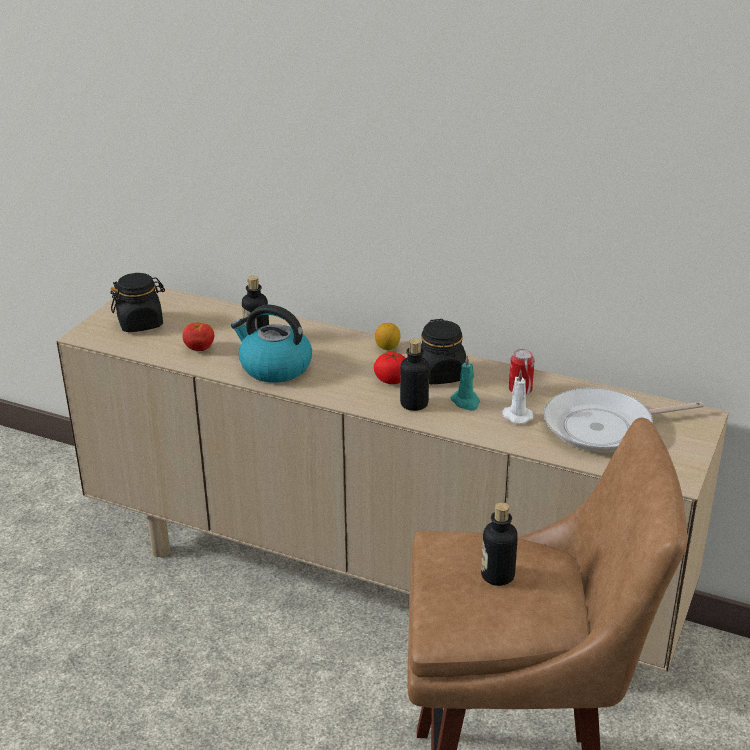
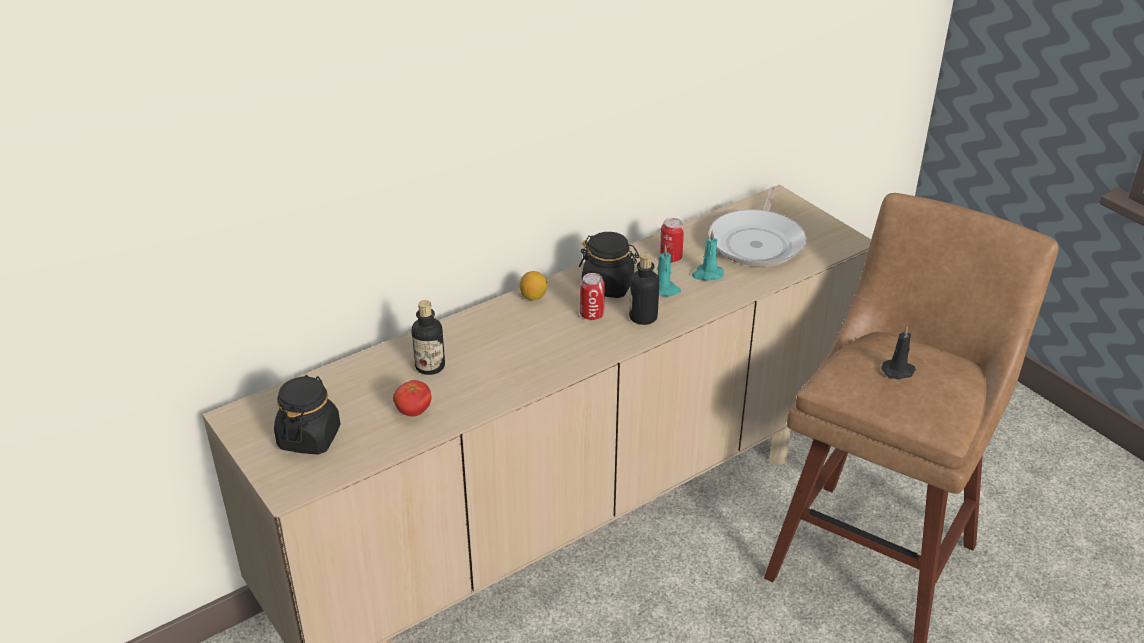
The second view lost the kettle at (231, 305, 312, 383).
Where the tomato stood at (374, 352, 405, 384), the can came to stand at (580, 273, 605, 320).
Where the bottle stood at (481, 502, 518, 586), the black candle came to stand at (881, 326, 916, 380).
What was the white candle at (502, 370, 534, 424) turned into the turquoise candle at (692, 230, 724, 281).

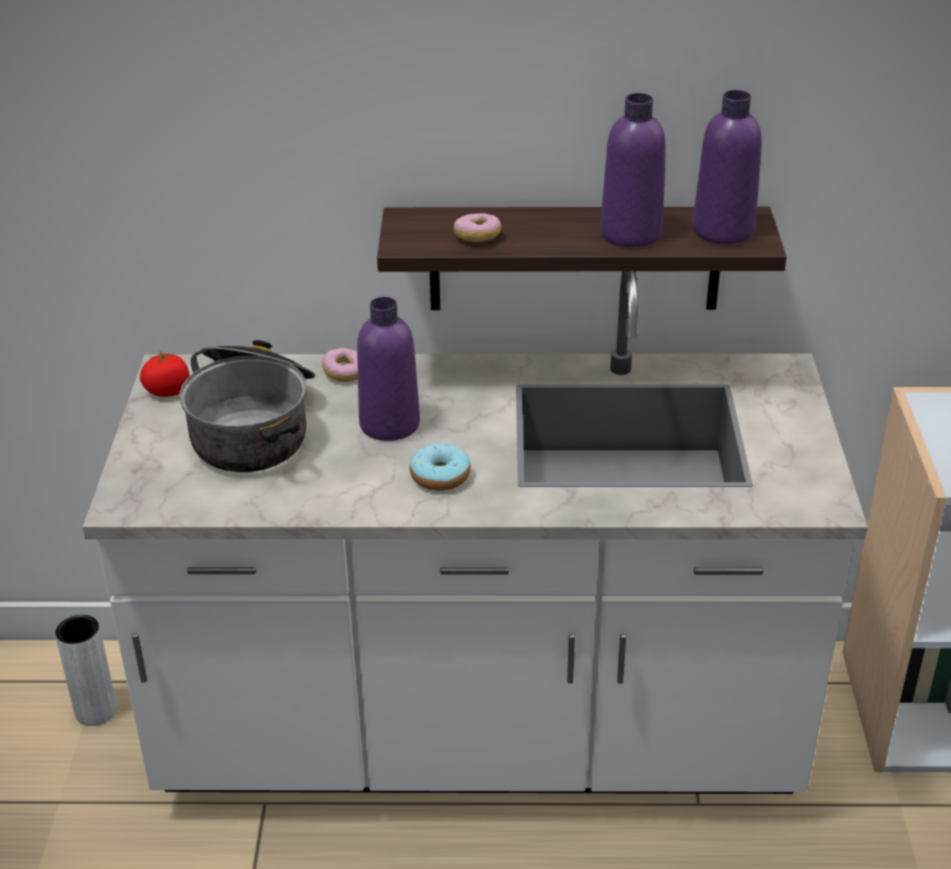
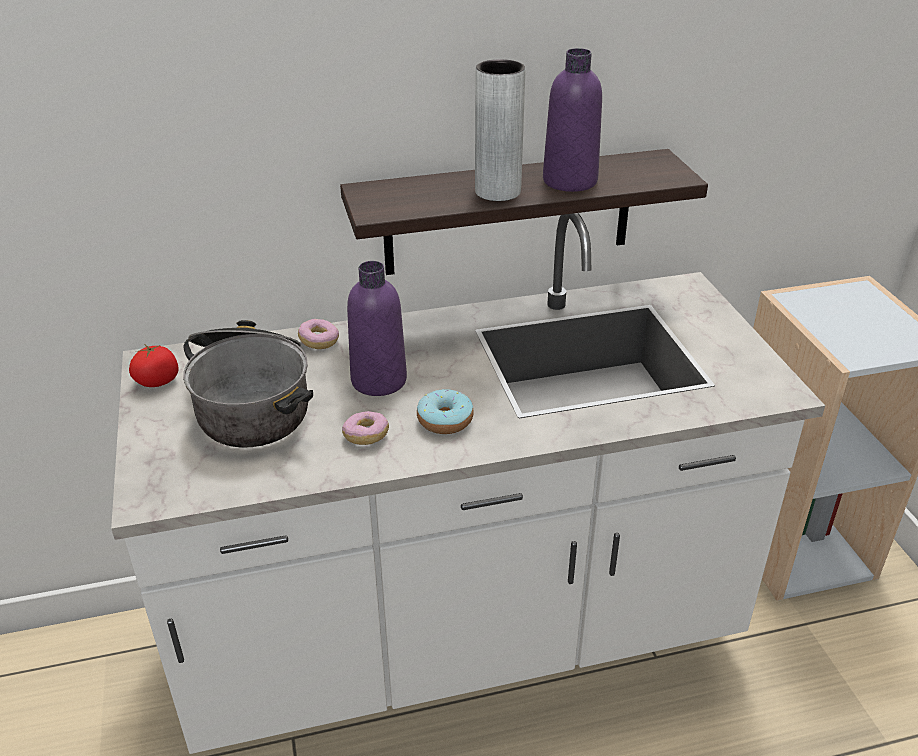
The grey vase ended up elsewhere, having gone from (55, 615, 117, 726) to (475, 59, 526, 201).
The donut ended up elsewhere, having gone from (454, 213, 501, 242) to (342, 411, 389, 445).
The second view lost the purple bottle at (693, 90, 762, 244).

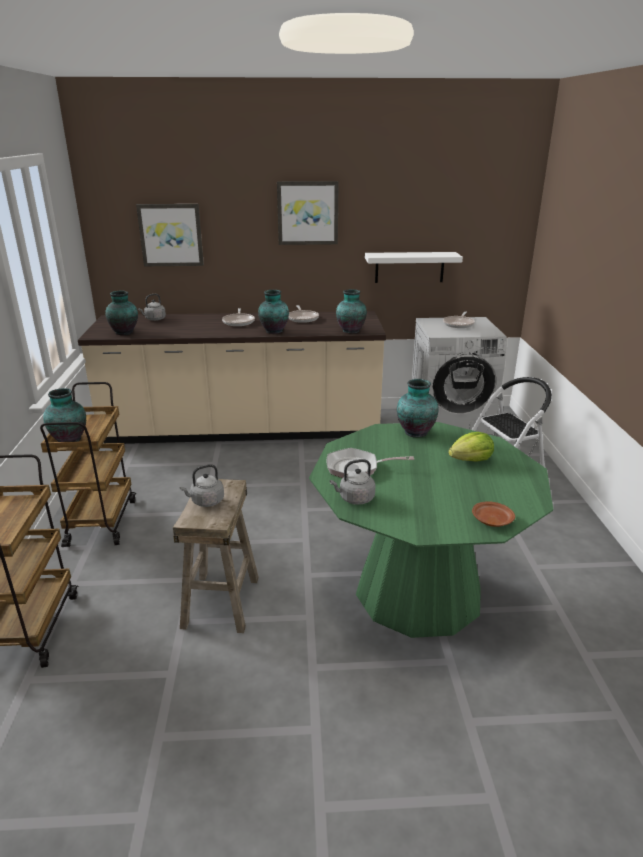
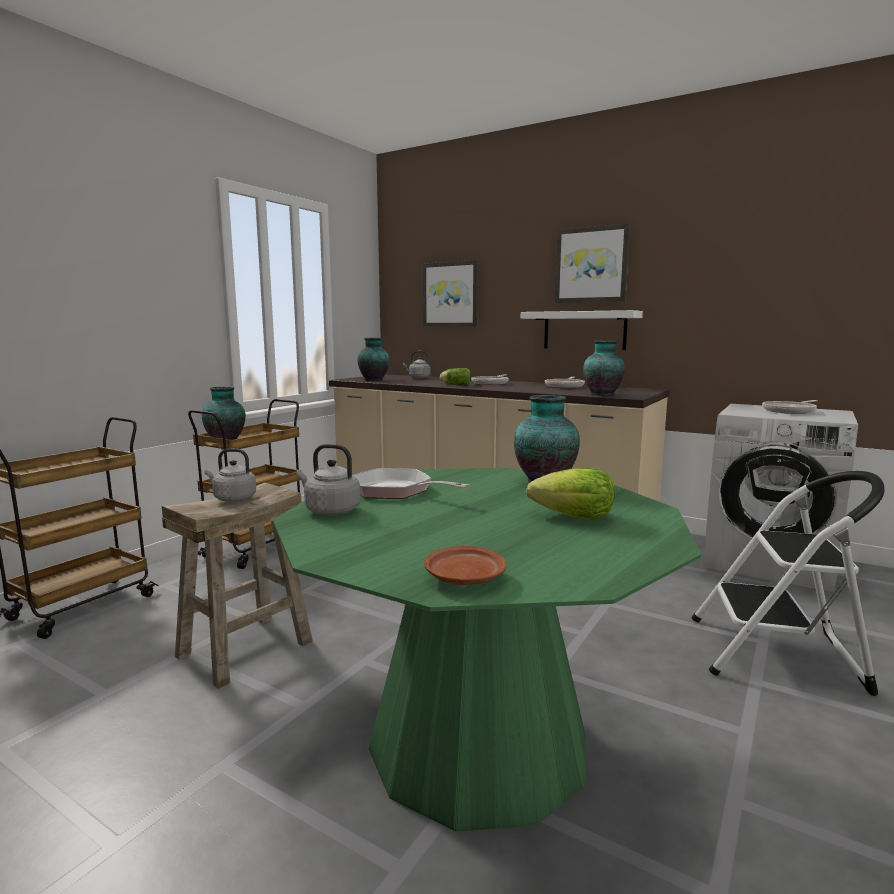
The second view lost the vase at (258, 290, 289, 334).
The white shelf ended up elsewhere, having gone from (365, 252, 463, 283) to (521, 310, 643, 350).
The second view gained the lettuce at (440, 368, 471, 385).

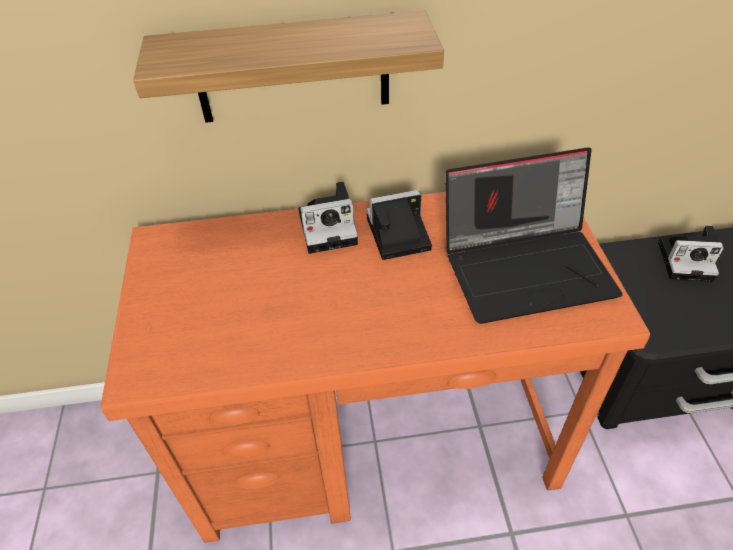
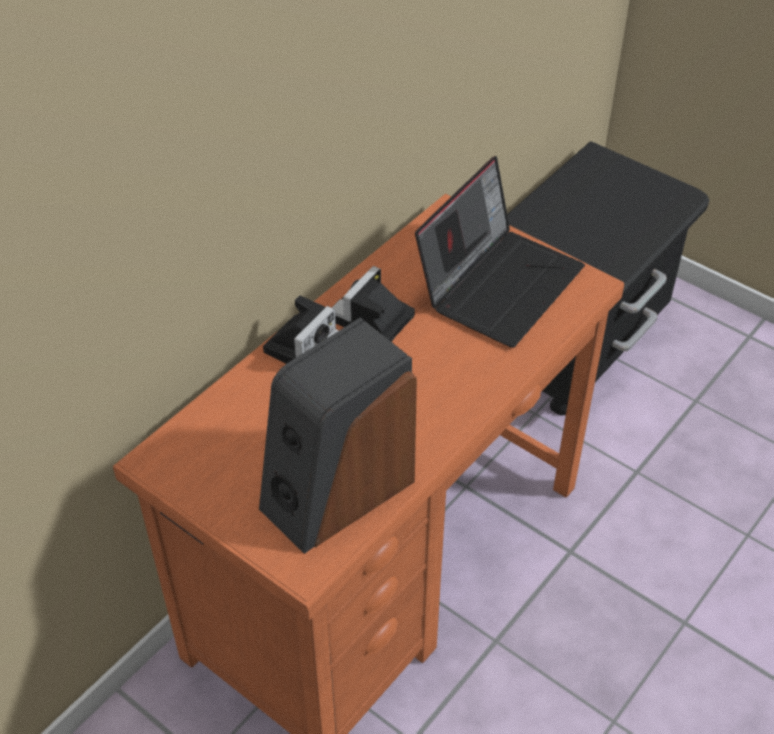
The second view lost the shelf at (133, 10, 444, 123).
The second view lost the photo camera at (658, 226, 724, 282).
The second view gained the speaker at (259, 317, 417, 554).

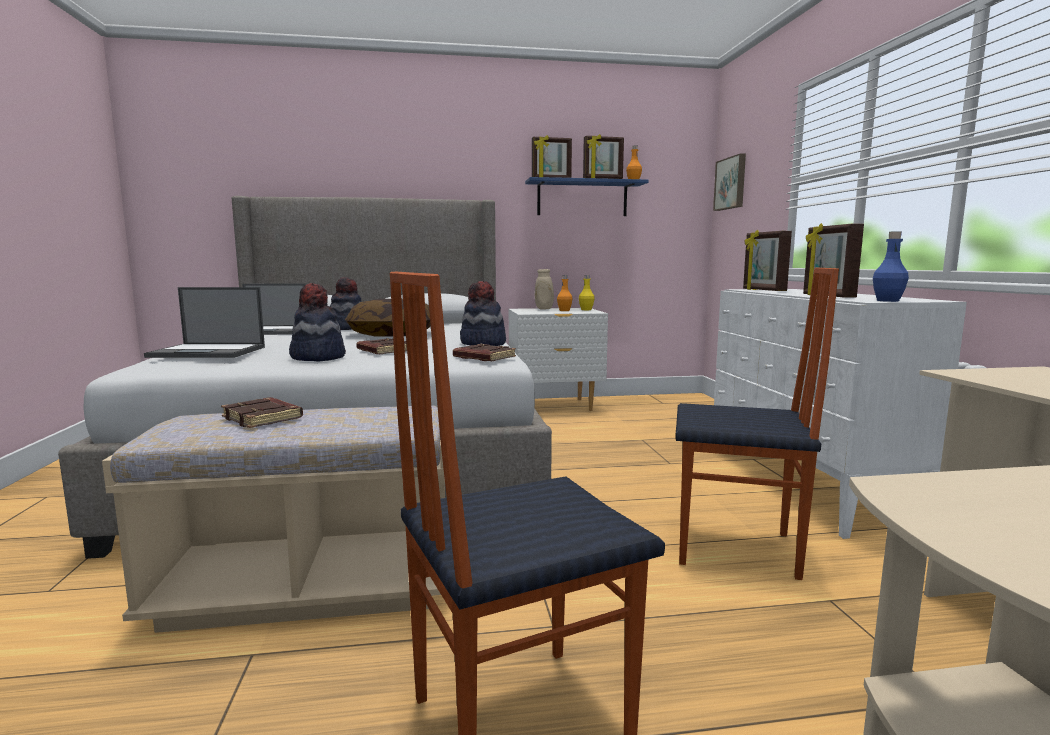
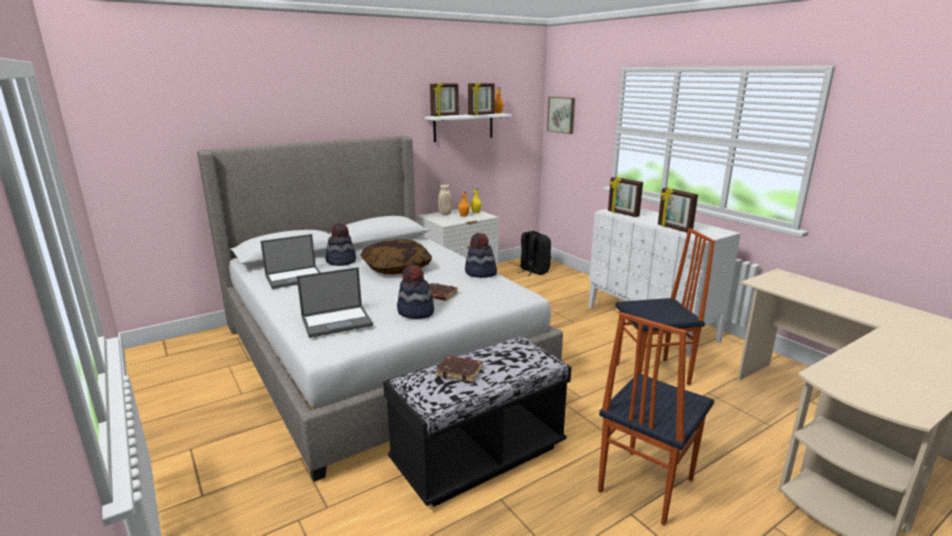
What was the beige bench at (102, 405, 445, 633) turned into the black bench at (383, 336, 571, 507).
The second view lost the brown book at (453, 344, 516, 361).
What was the blue shelf at (525, 177, 649, 216) turned into the white shelf at (425, 113, 512, 142).
The second view lost the blue bottle at (873, 231, 909, 302).
The second view gained the black backpack at (517, 231, 551, 276).

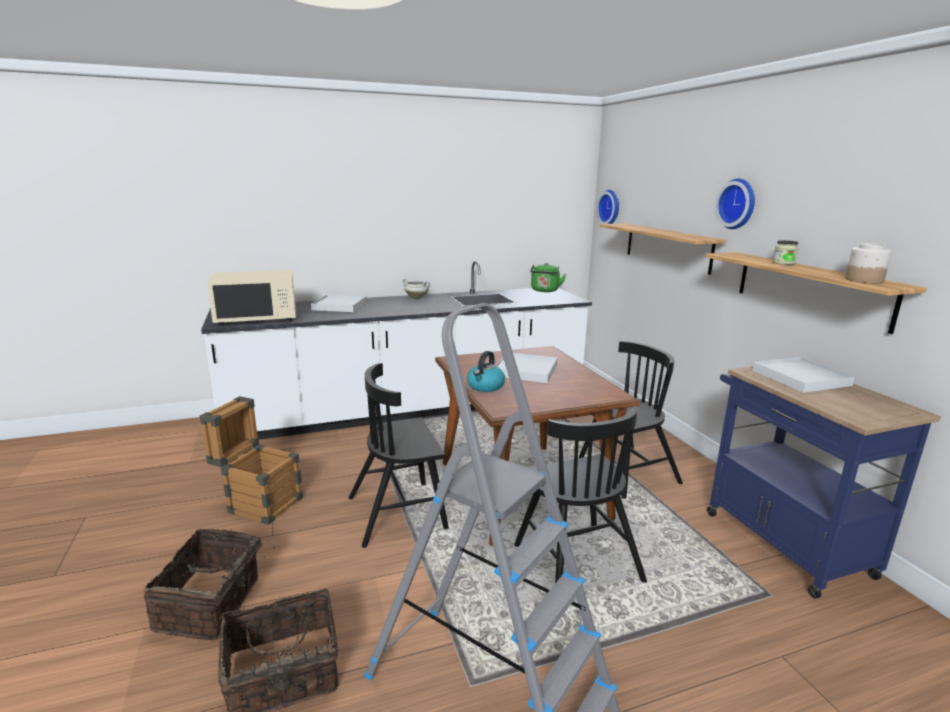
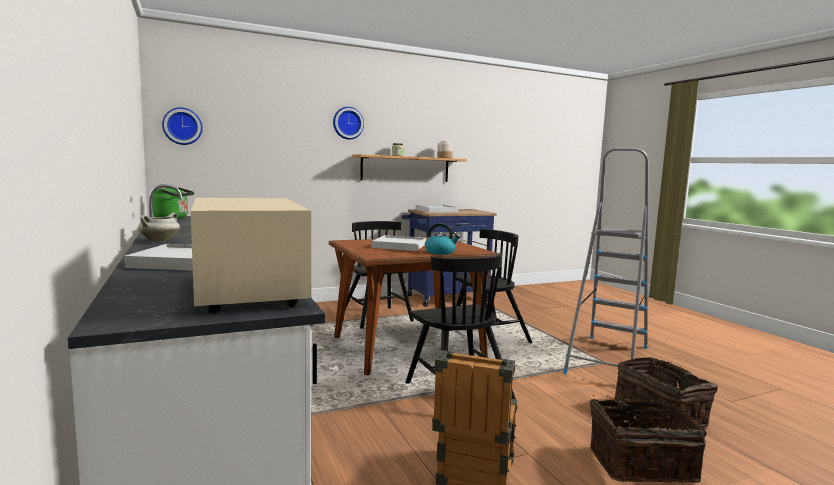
The second view lost the shelf at (600, 223, 726, 275).

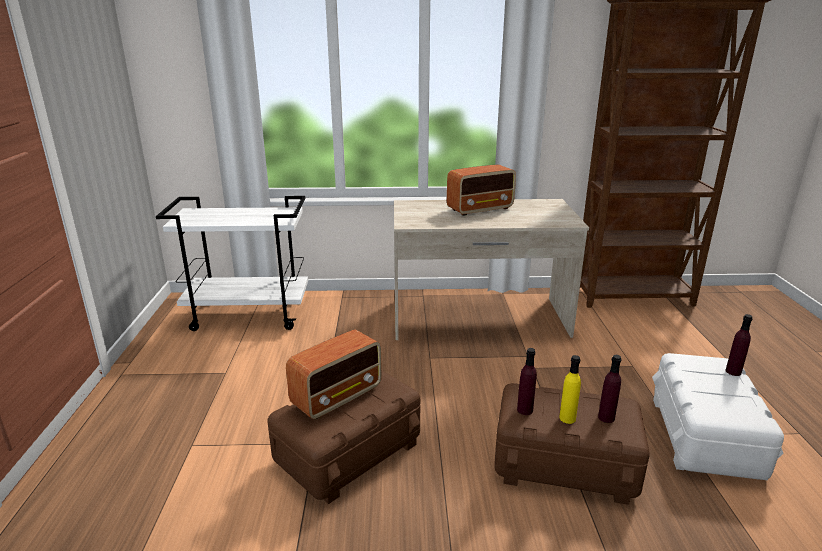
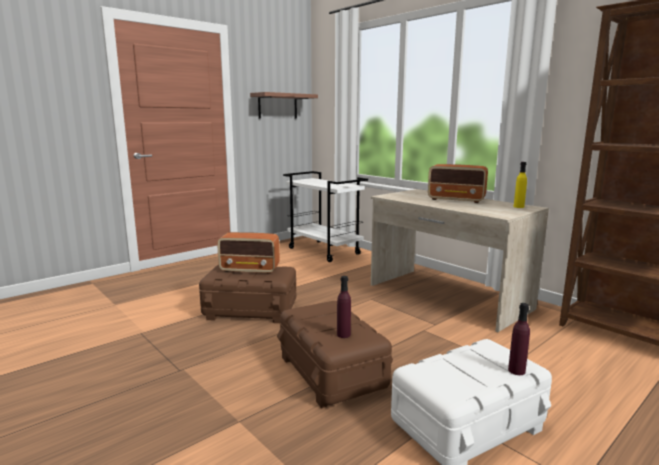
The second view lost the purple bottle at (517, 348, 537, 415).
The yellow bottle ended up elsewhere, having gone from (559, 355, 581, 424) to (514, 162, 527, 208).
The second view gained the shelf at (250, 92, 318, 119).

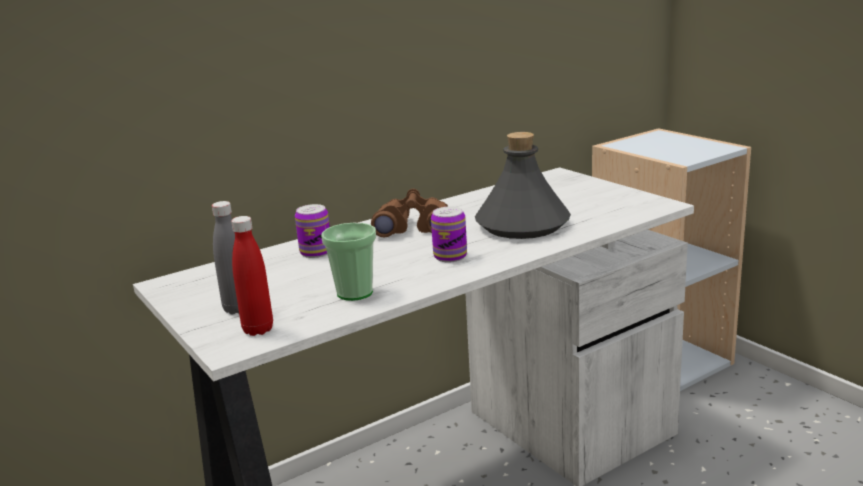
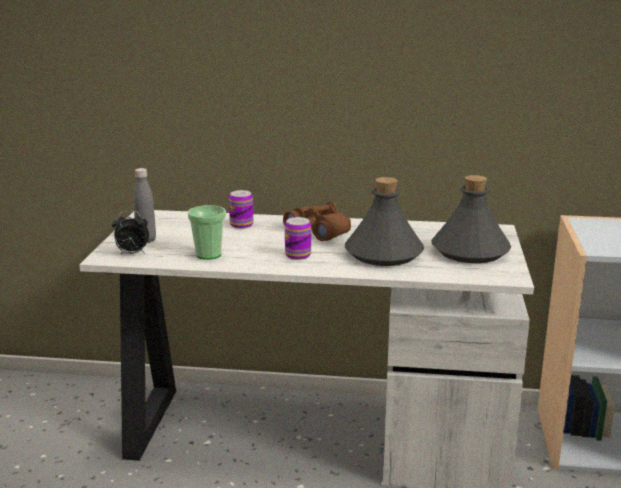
Where the red bottle stood at (231, 216, 273, 336), the alarm clock came to stand at (112, 211, 149, 255).
The second view gained the grey bottle at (431, 175, 511, 263).

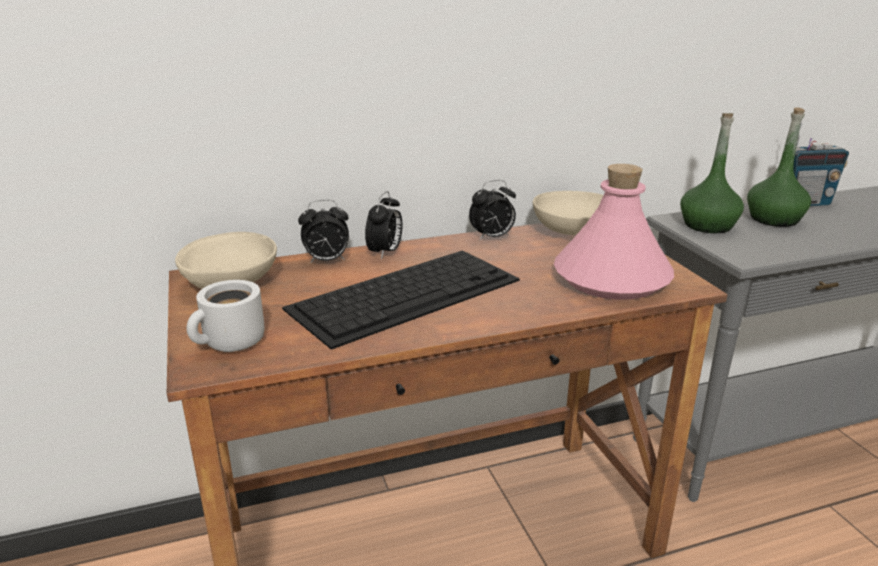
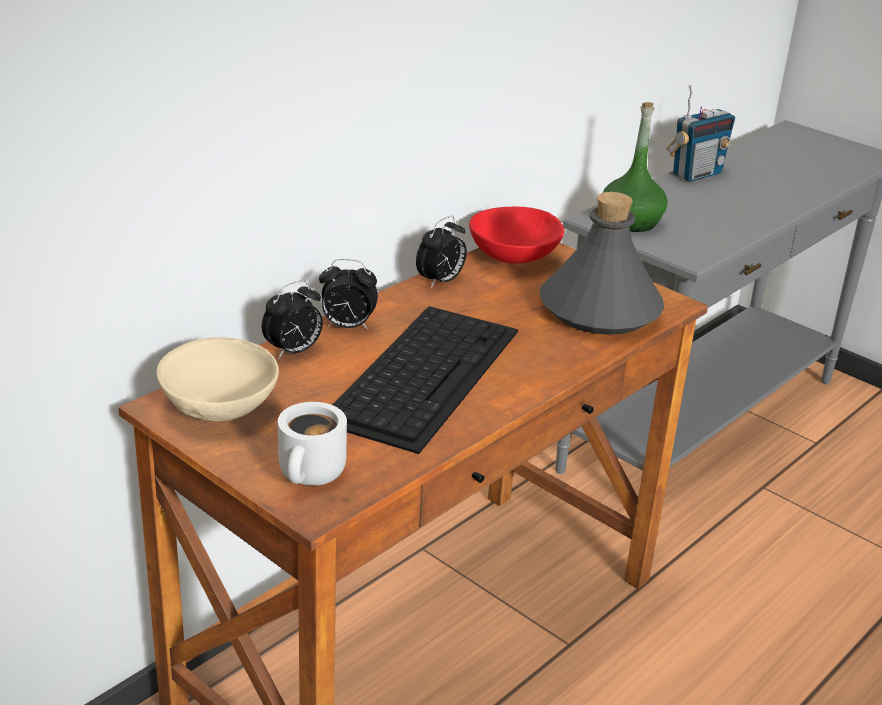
The alarm clock at (365, 191, 403, 259) ended up facing another way, 105 degrees clockwise from before.
What was the beige bowl at (533, 191, 603, 235) turned into the red bowl at (469, 207, 564, 263).
What was the pink bottle at (554, 164, 674, 300) turned into the grey bottle at (540, 192, 664, 335).
The second view lost the green bottle at (747, 107, 811, 227).

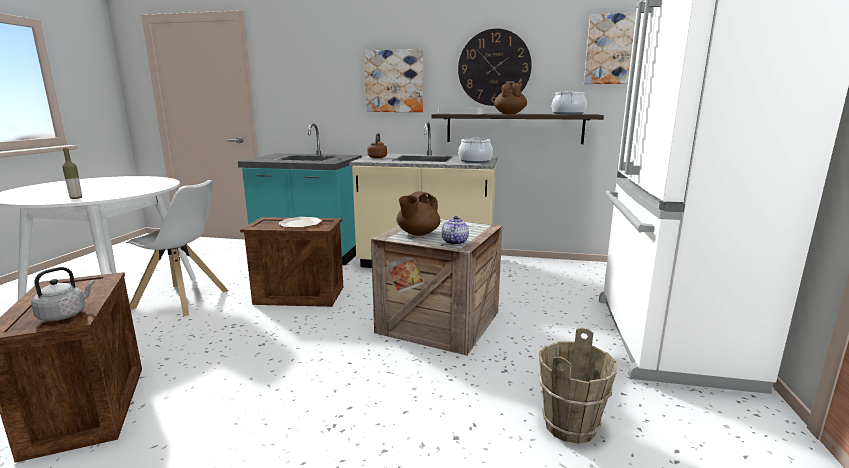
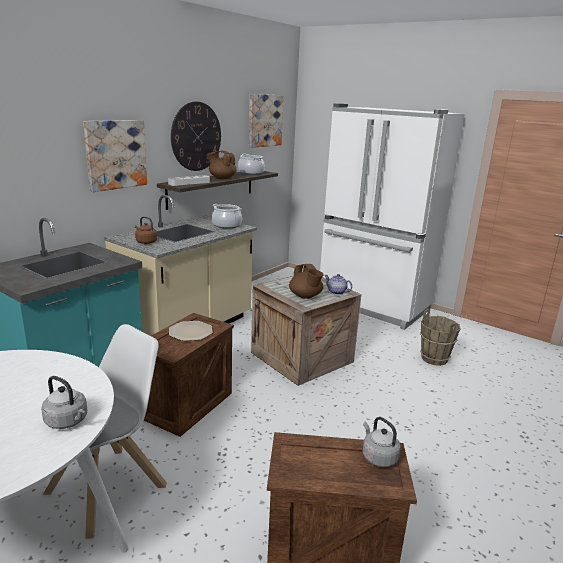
Where the bottle stood at (62, 148, 82, 199), the grey kettle came to stand at (41, 376, 87, 429).

